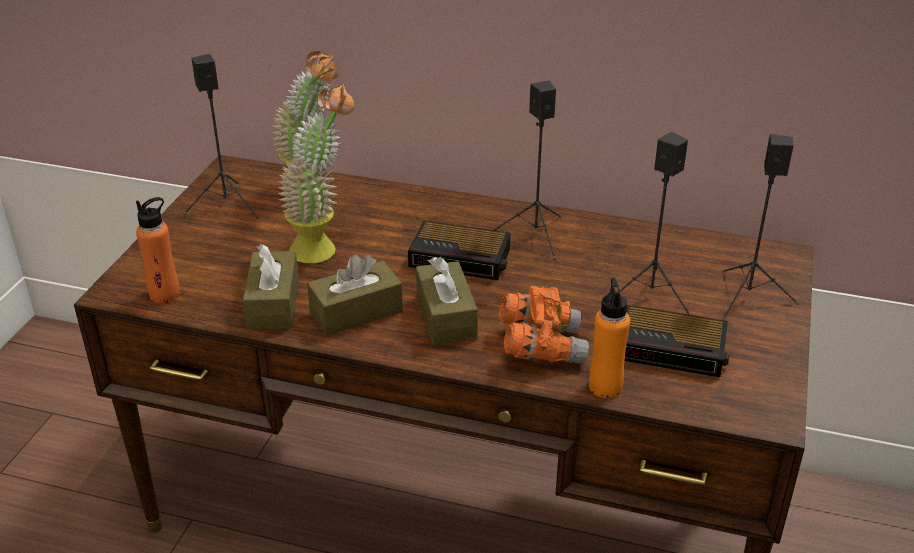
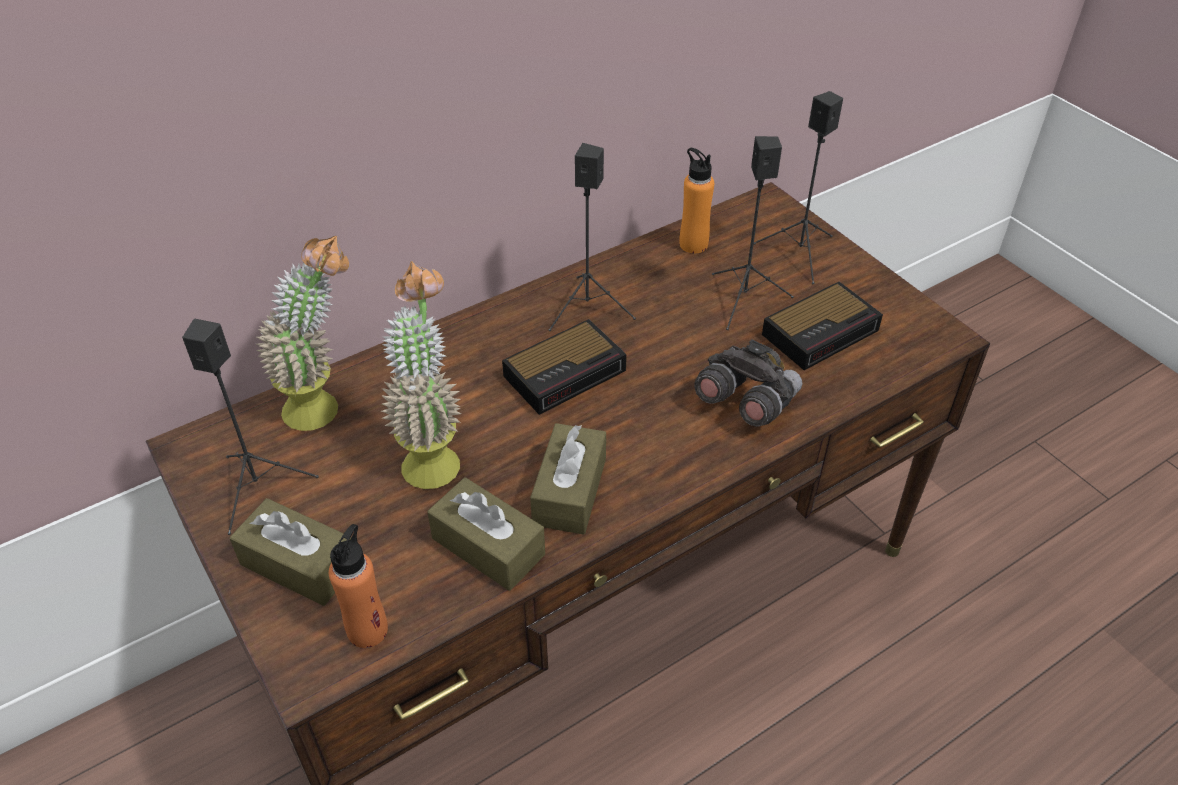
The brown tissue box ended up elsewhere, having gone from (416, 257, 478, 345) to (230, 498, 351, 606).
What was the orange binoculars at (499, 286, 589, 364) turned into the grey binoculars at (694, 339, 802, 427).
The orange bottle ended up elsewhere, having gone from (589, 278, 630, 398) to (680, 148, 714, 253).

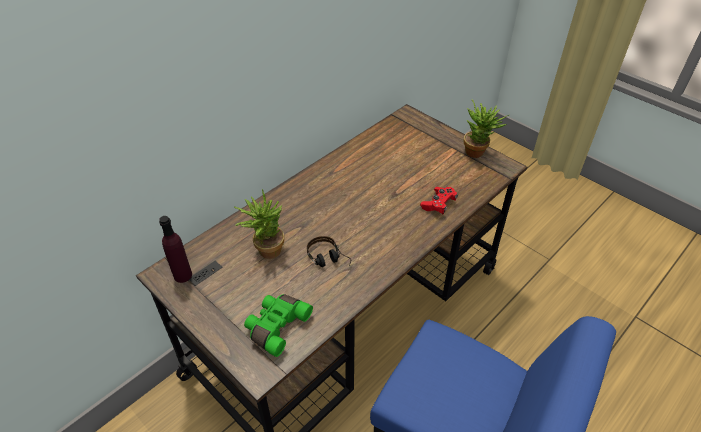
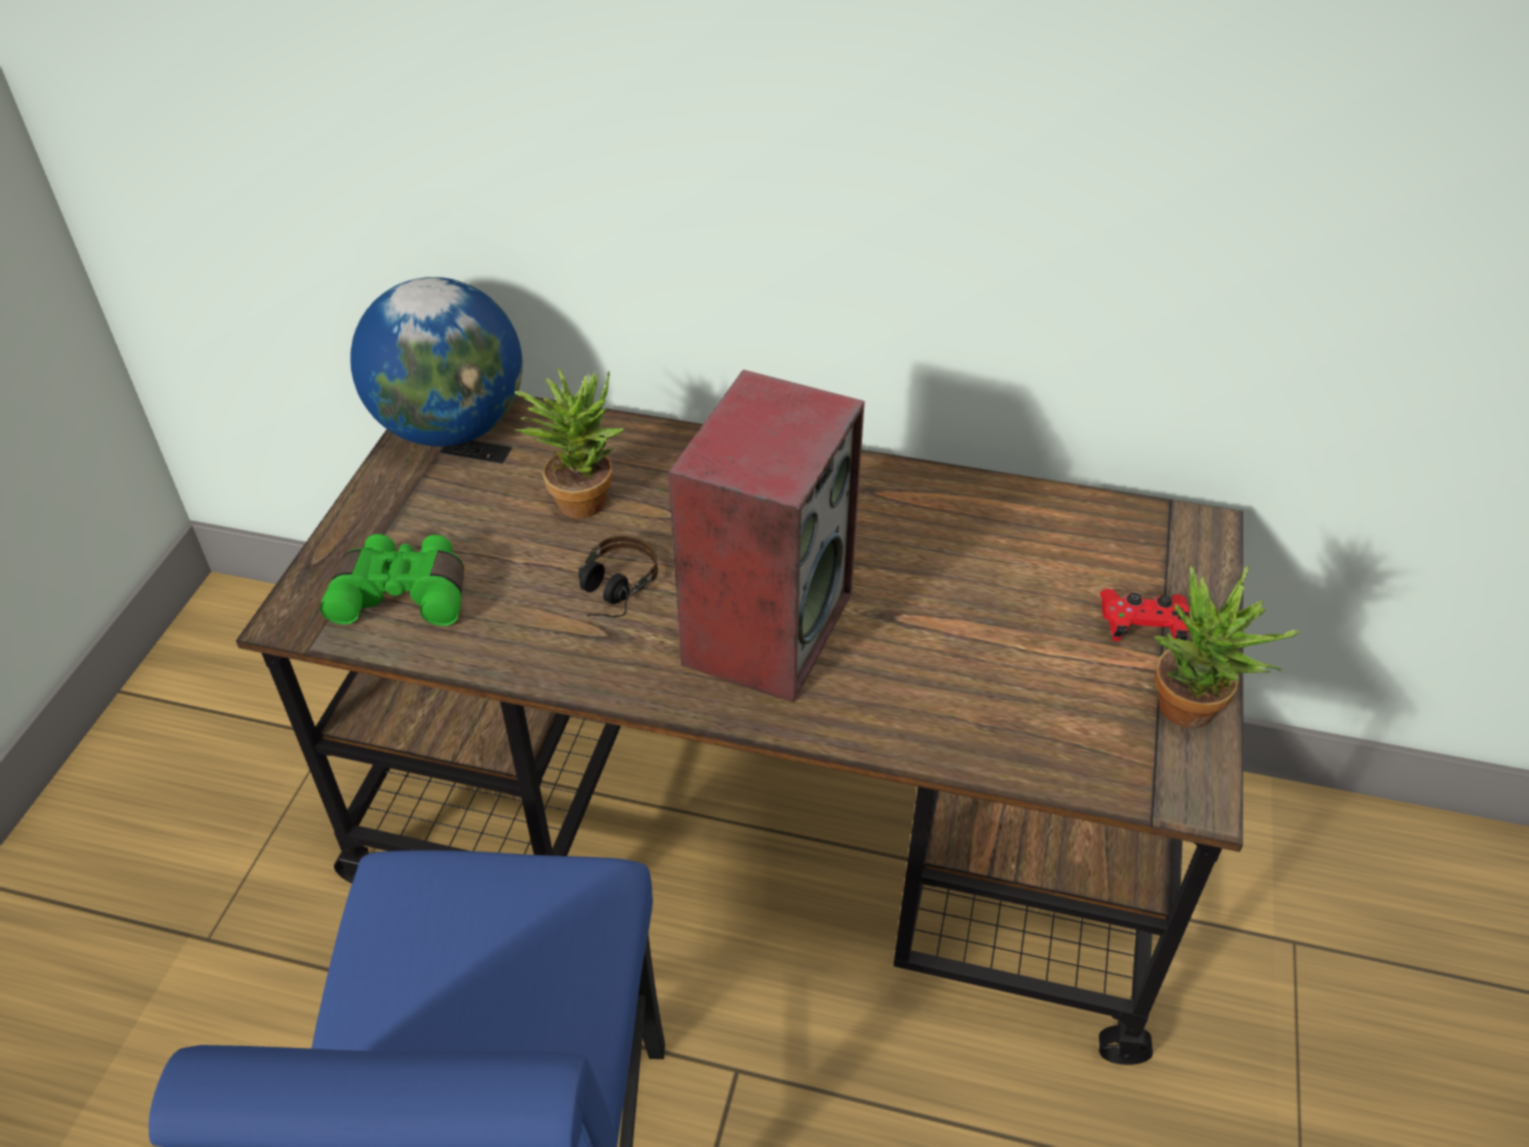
Where the purple bottle stood at (159, 216, 192, 283), the globe came to stand at (350, 277, 523, 447).
The red game controller ended up elsewhere, having gone from (420, 187, 458, 214) to (1099, 589, 1190, 642).
The second view gained the speaker at (668, 369, 865, 703).

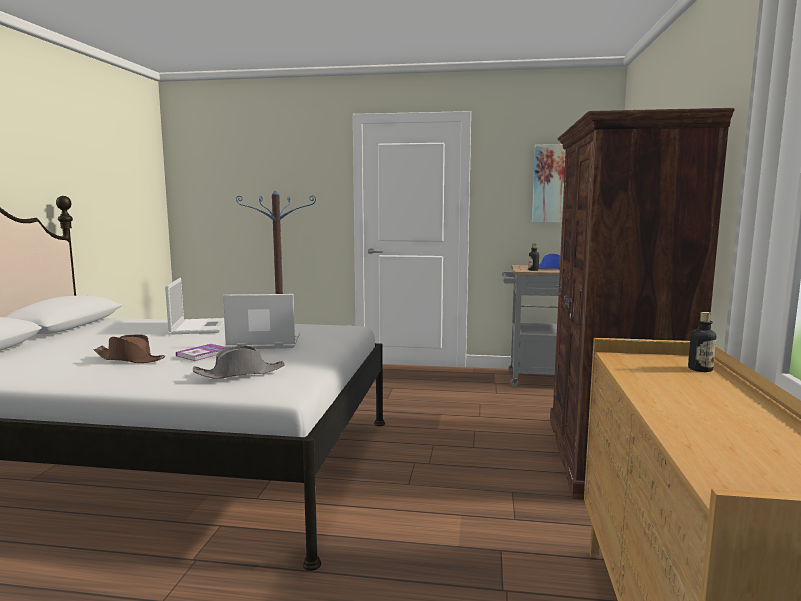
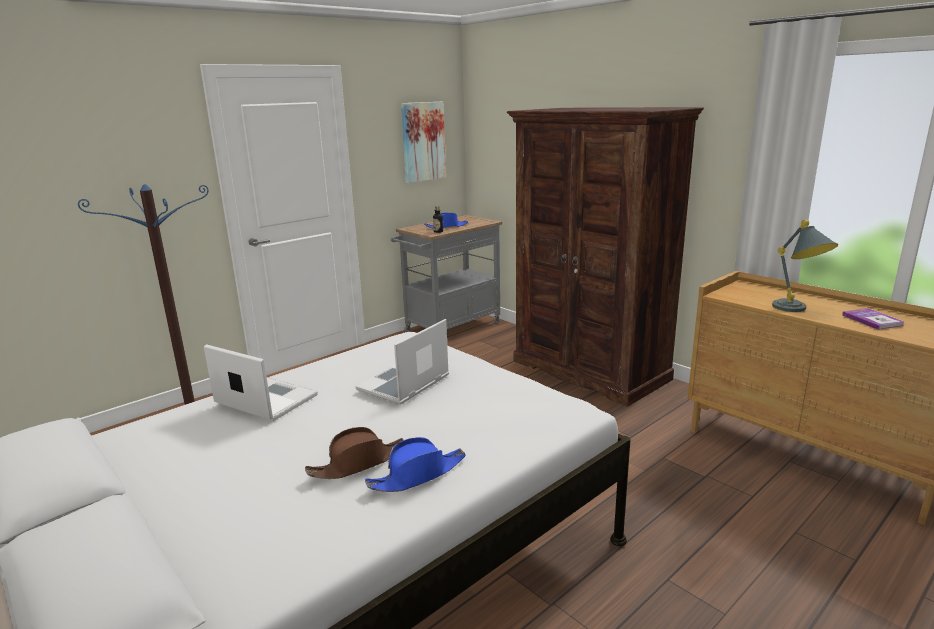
The book ended up elsewhere, having gone from (176, 344, 228, 361) to (842, 308, 905, 330).
The second view lost the grey hat at (193, 346, 284, 379).
The second view lost the bottle at (688, 312, 716, 372).
The second view gained the blue hat at (365, 437, 466, 492).
The second view gained the grey table lamp at (772, 220, 838, 312).

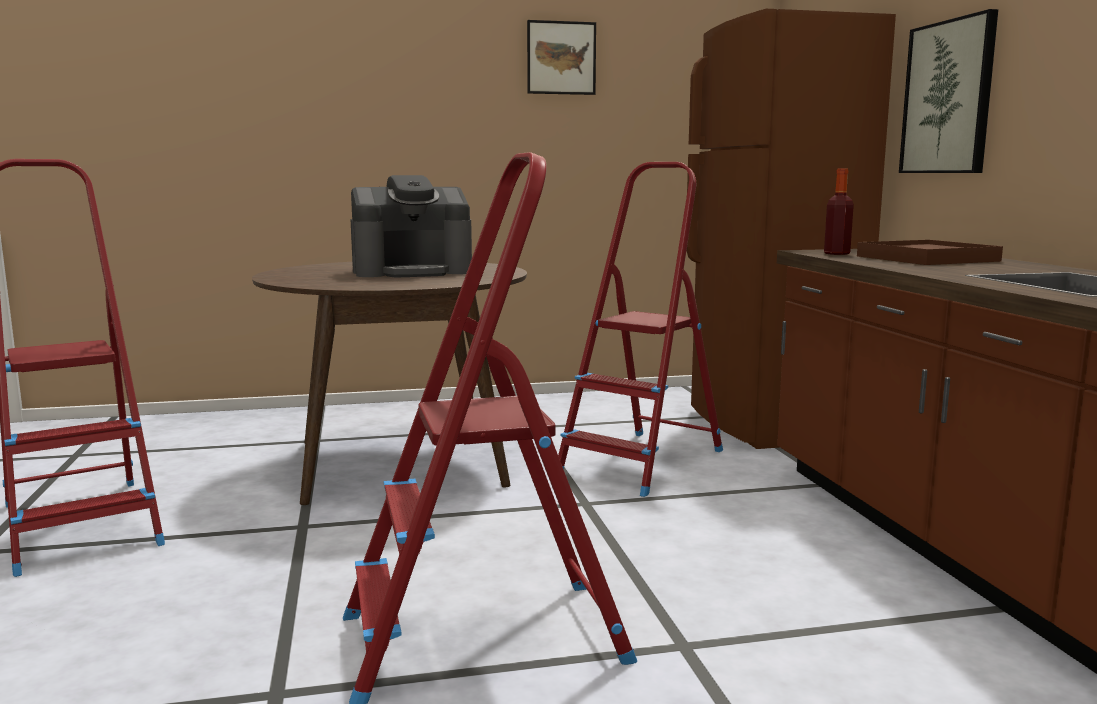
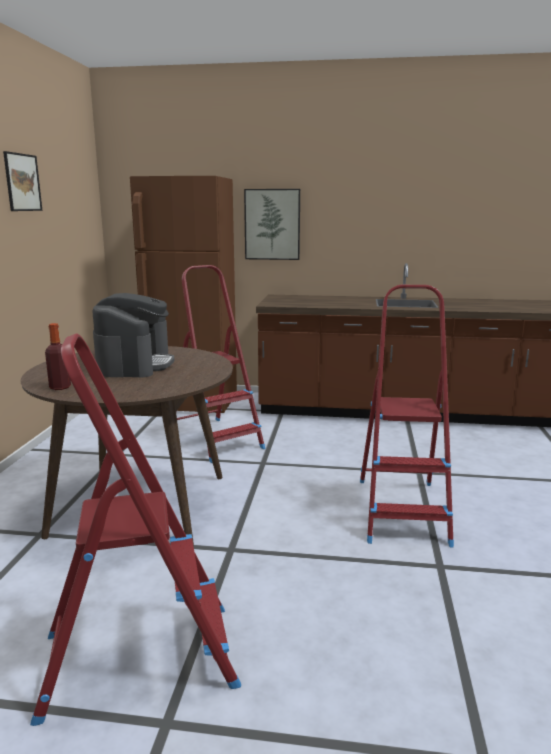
The bottle ended up elsewhere, having gone from (824, 169, 854, 255) to (45, 323, 71, 390).
The second view lost the brown tray at (857, 240, 1003, 265).

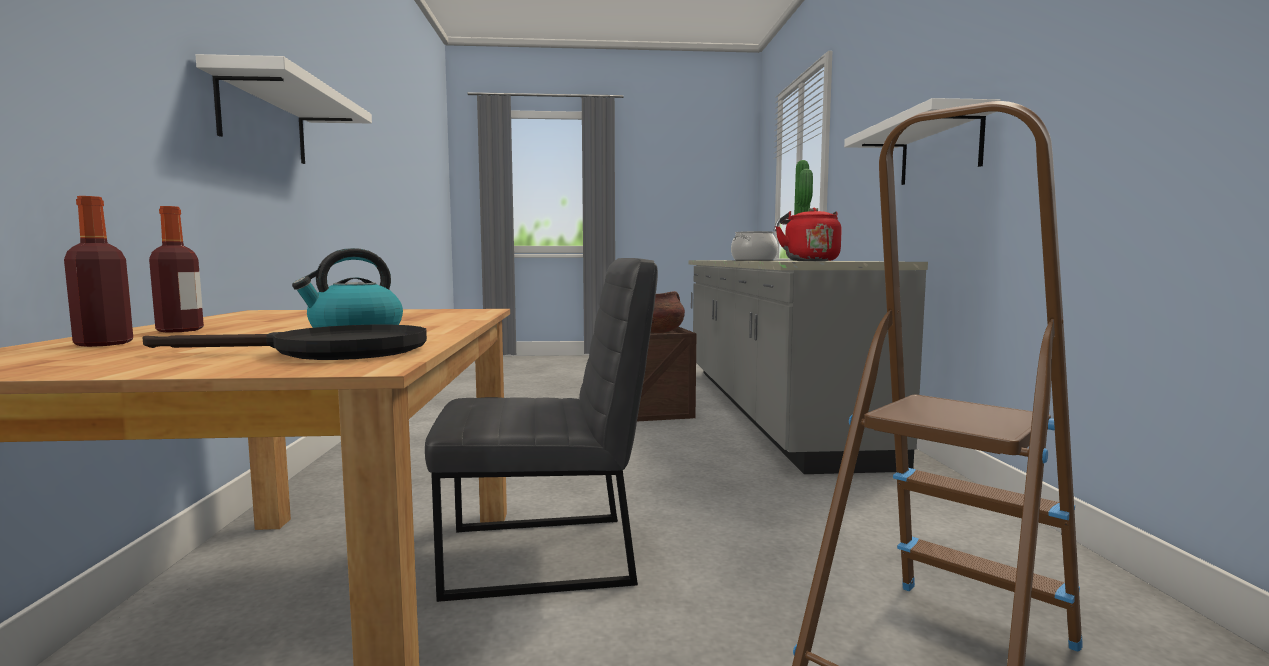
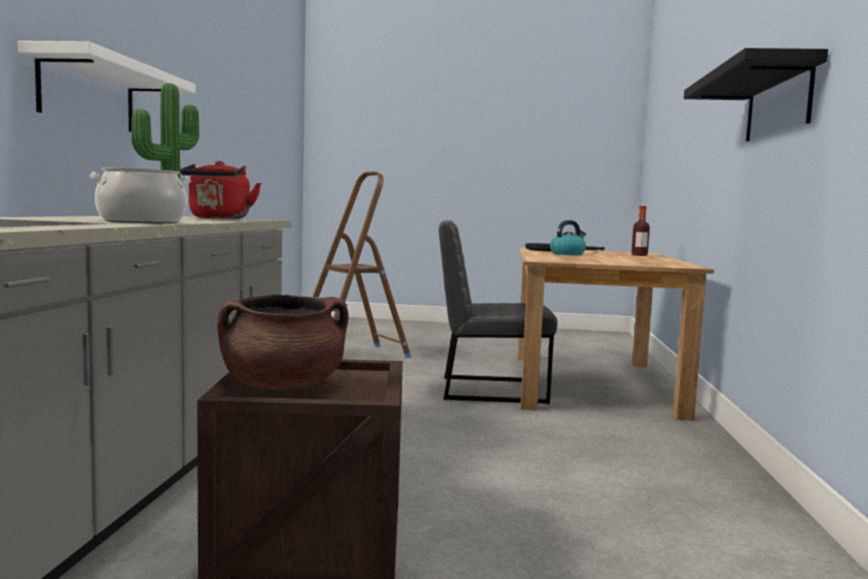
The second view lost the bottle at (149, 206, 204, 333).
What was the white shelf at (196, 54, 372, 164) turned into the black shelf at (684, 48, 828, 141).

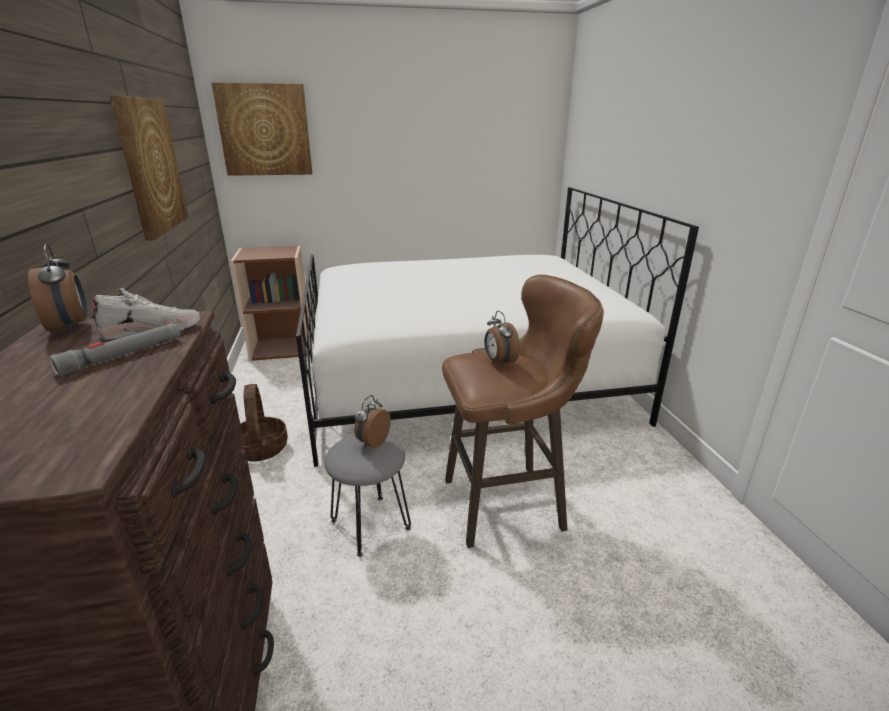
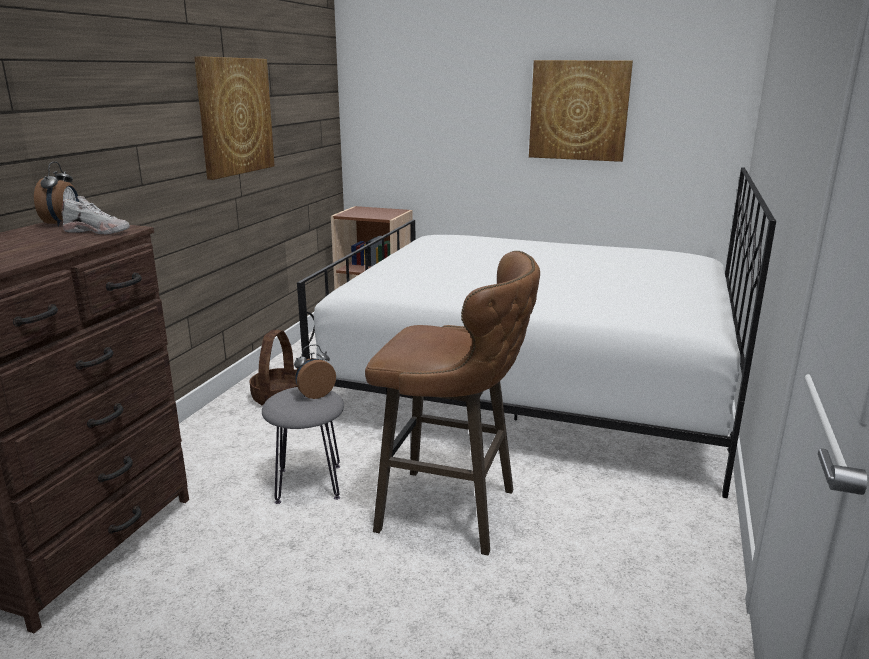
The second view lost the grey flashlight at (50, 323, 181, 376).
The picture ended up elsewhere, having gone from (212, 82, 312, 176) to (529, 60, 633, 162).
The second view lost the alarm clock at (485, 311, 520, 367).

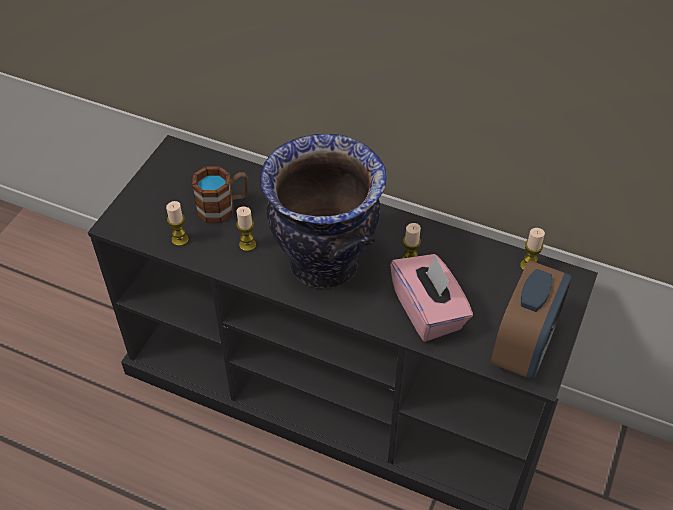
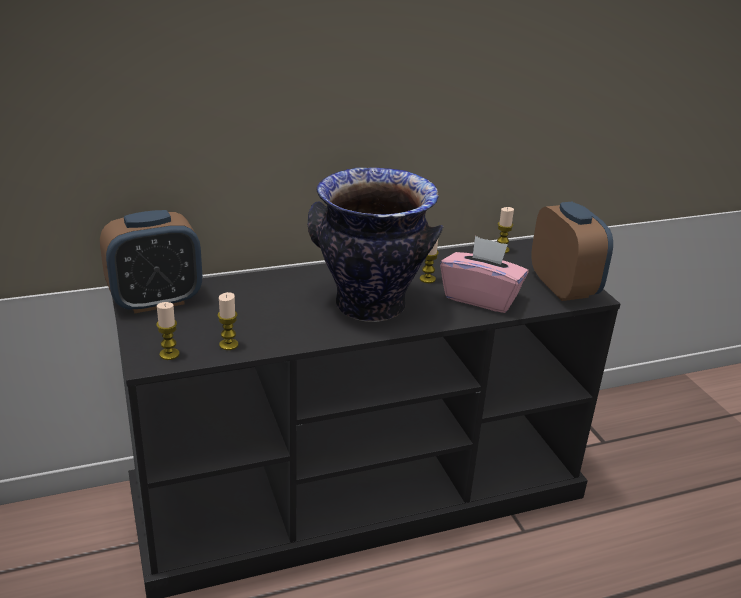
The second view lost the mug at (192, 166, 248, 223).
The candle ended up elsewhere, having gone from (236, 206, 256, 252) to (156, 302, 179, 360).
The second view gained the alarm clock at (100, 210, 202, 313).

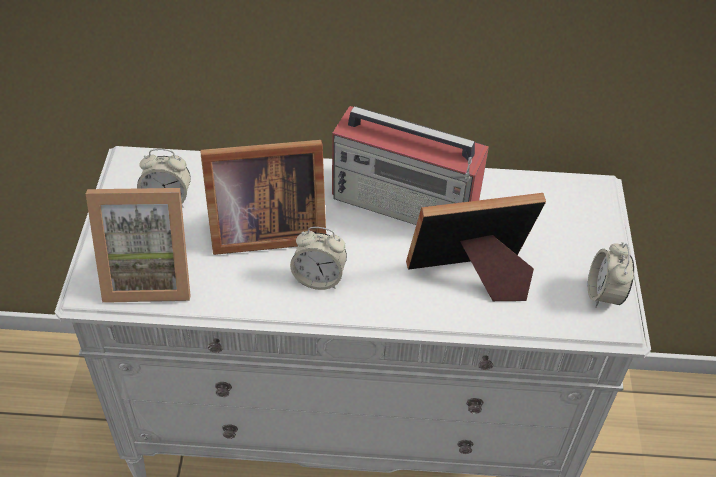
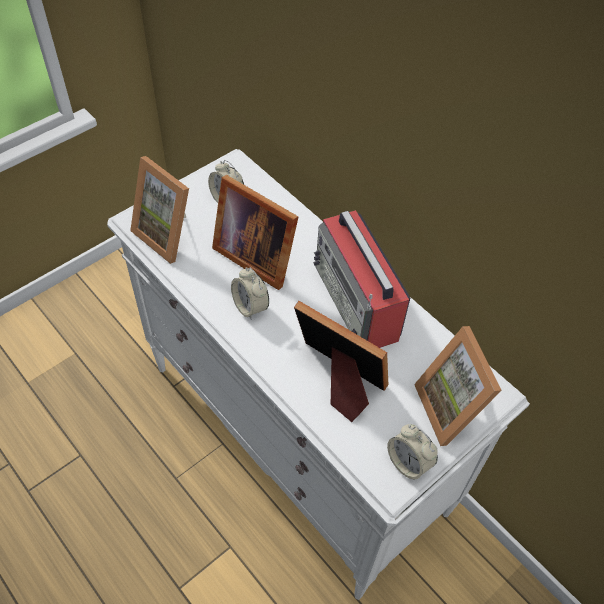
The alarm clock at (588, 242, 634, 308) ended up facing another way, 90 degrees counterclockwise from before.
The second view gained the picture frame at (414, 326, 502, 446).

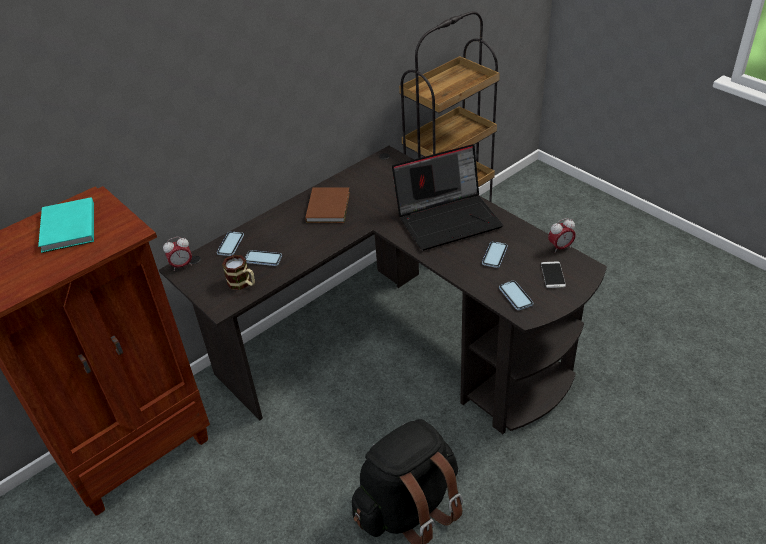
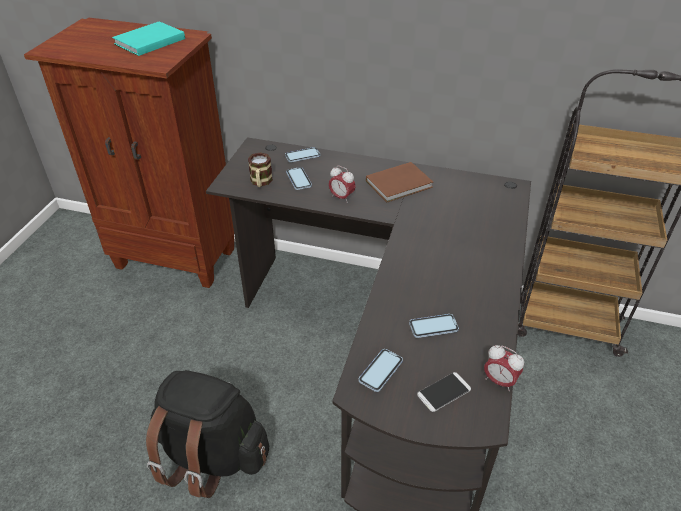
The alarm clock ended up elsewhere, having gone from (163, 237, 192, 271) to (329, 166, 356, 203).
The second view lost the laptop at (392, 144, 503, 250).

